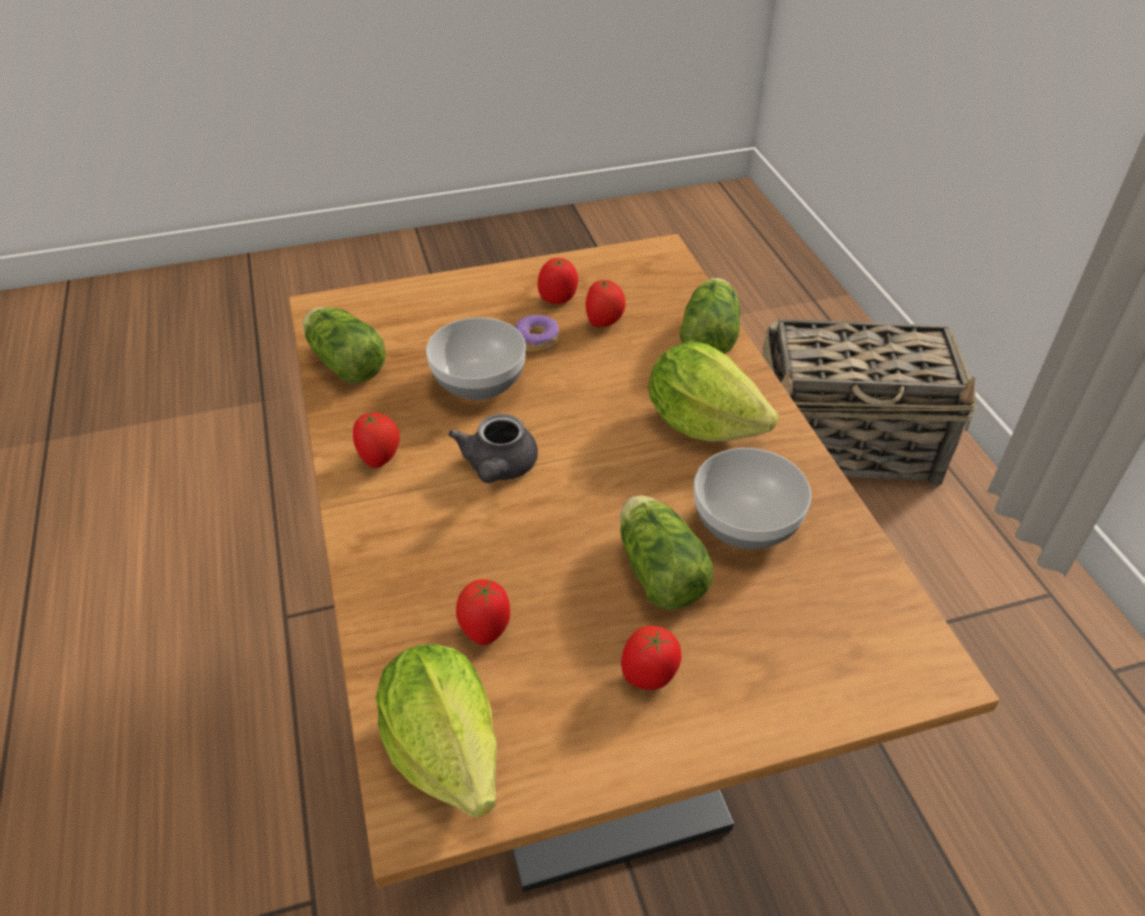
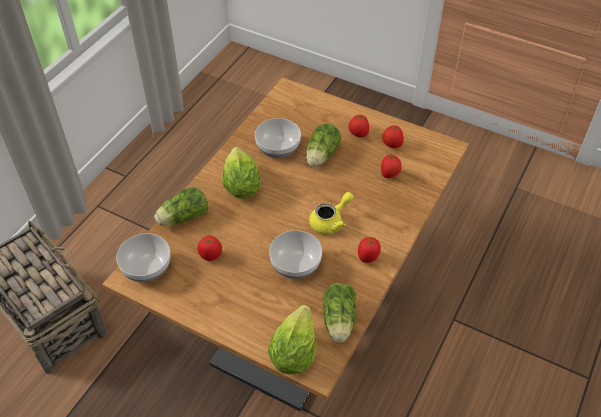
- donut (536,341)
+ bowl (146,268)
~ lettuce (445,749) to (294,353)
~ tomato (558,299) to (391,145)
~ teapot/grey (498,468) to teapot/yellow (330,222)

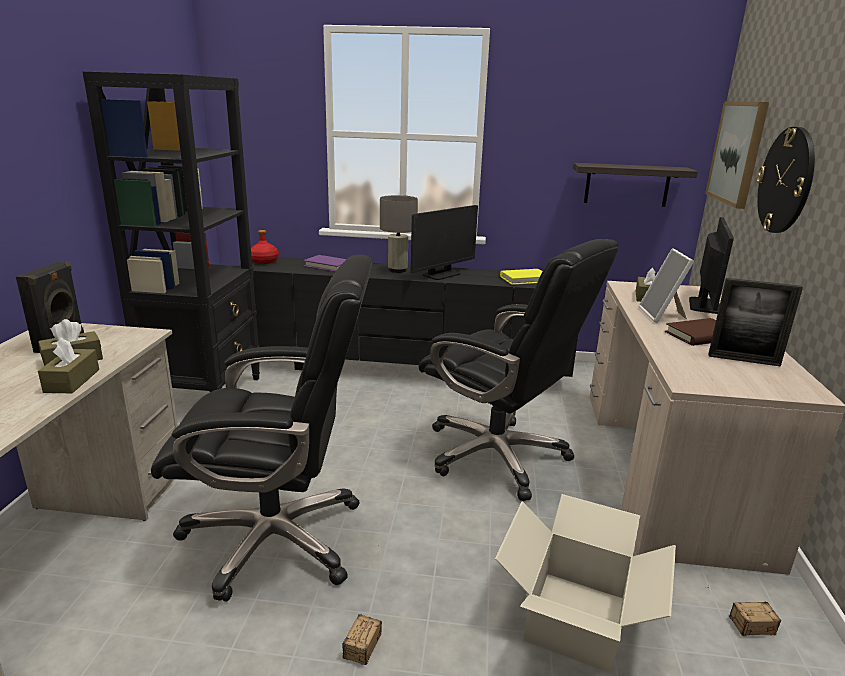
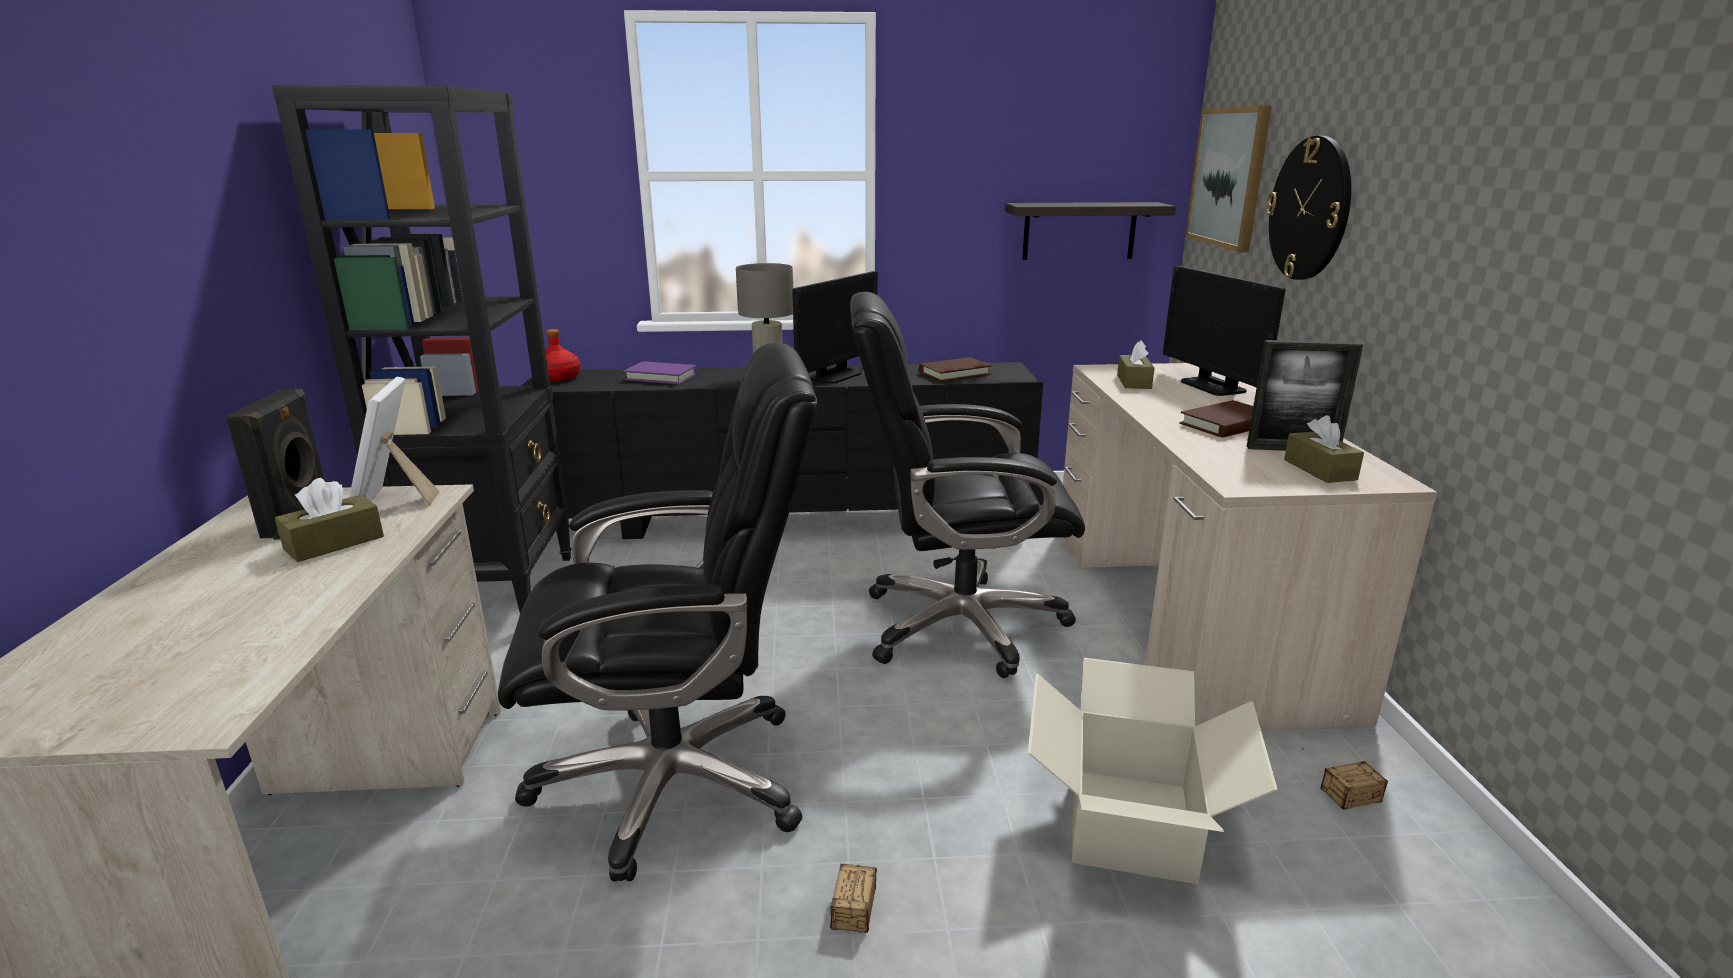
~ tissue box/brown (72,381) to (1319,469)
~ picture frame (662,315) to (394,502)
~ book/yellow (524,279) to book/brown (954,373)
~ office chair/black (497,456) = (959,625) 150 degrees clockwise
~ monitor (704,305) = (1213,386) 150 degrees clockwise

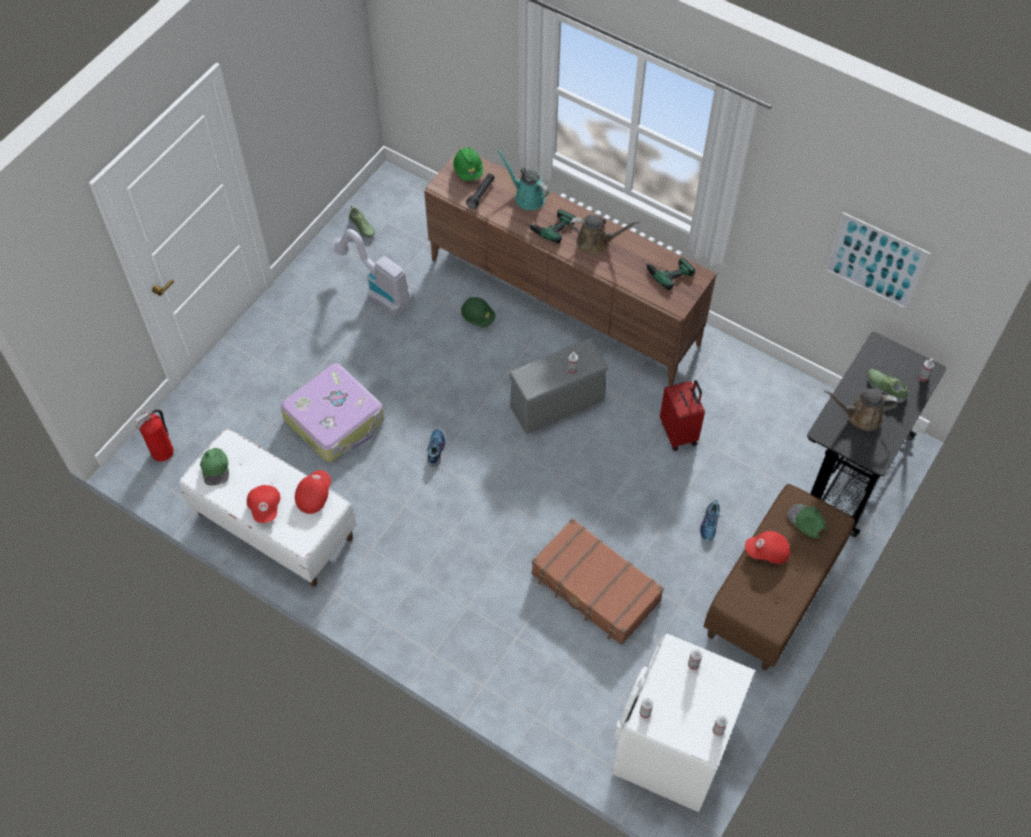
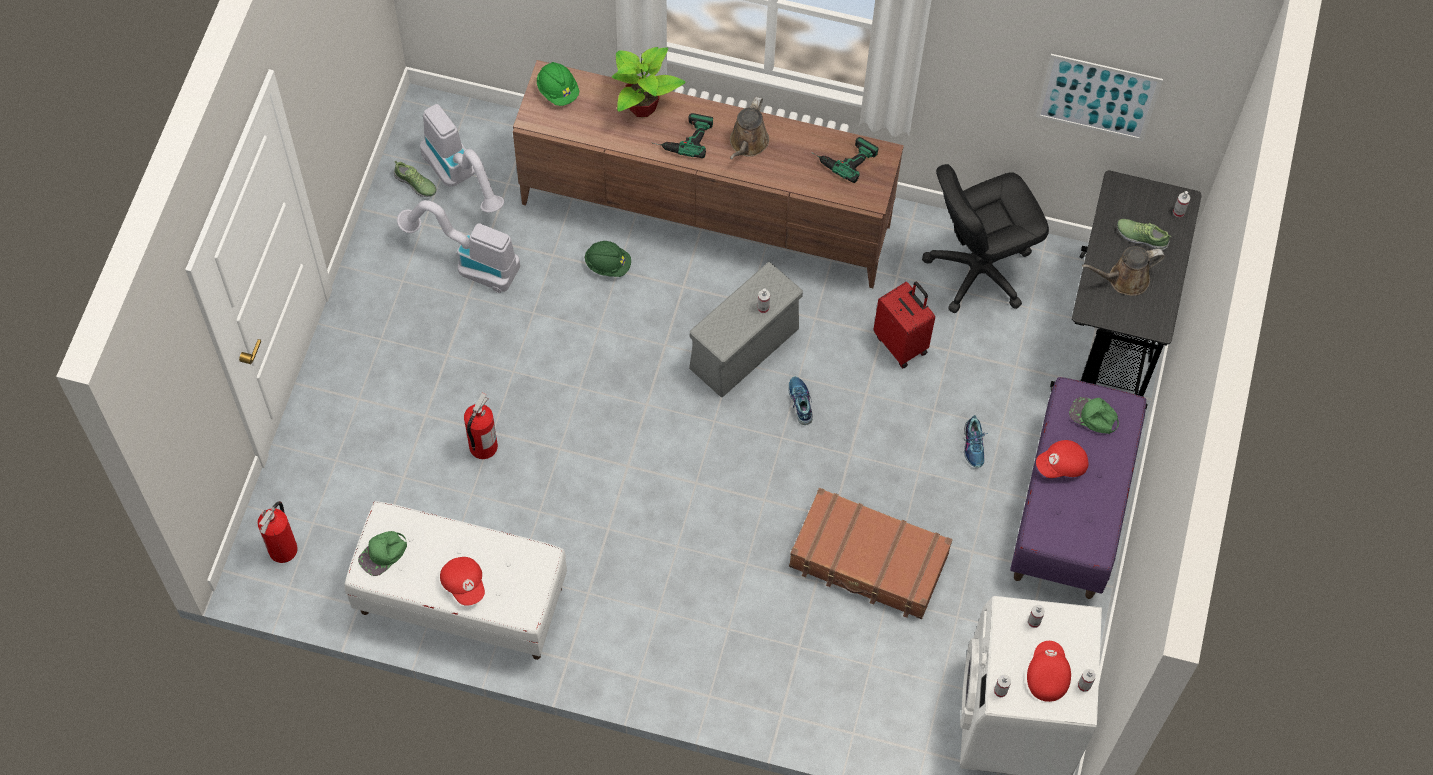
- flashlight/black (481,194)
+ vacuum cleaner (461,178)
+ office chair/black (978,269)
~ cap/red (314,495) to (1046,675)
~ shoe (435,449) to (800,402)
~ suitcase (335,420) to fire extinguisher (482,447)
~ watering can/turquoise (527,196) to potted plant (643,106)
~ bench/brown (772,594) to bench/purple (1071,508)
~ cap/green (215,467) = (383,554) 75 degrees clockwise
~ watering can/brown (596,242) = (747,144) 120 degrees clockwise

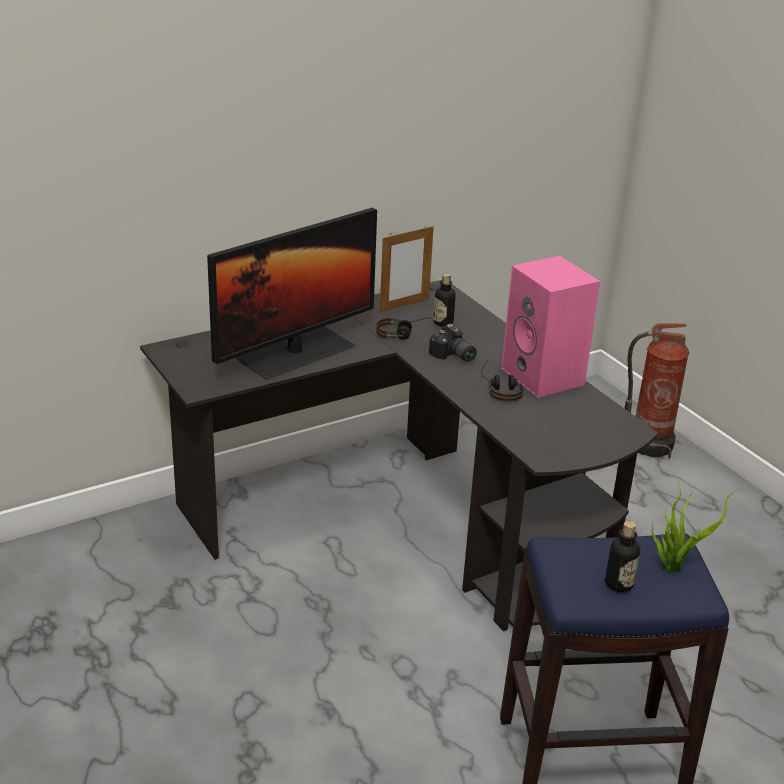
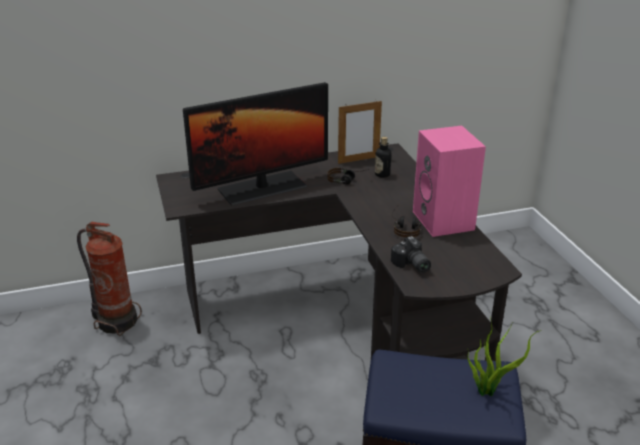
- bottle (618,584)
~ photo camera (453,356) to (411,265)
~ fire extinguisher (647,444) to (116,321)

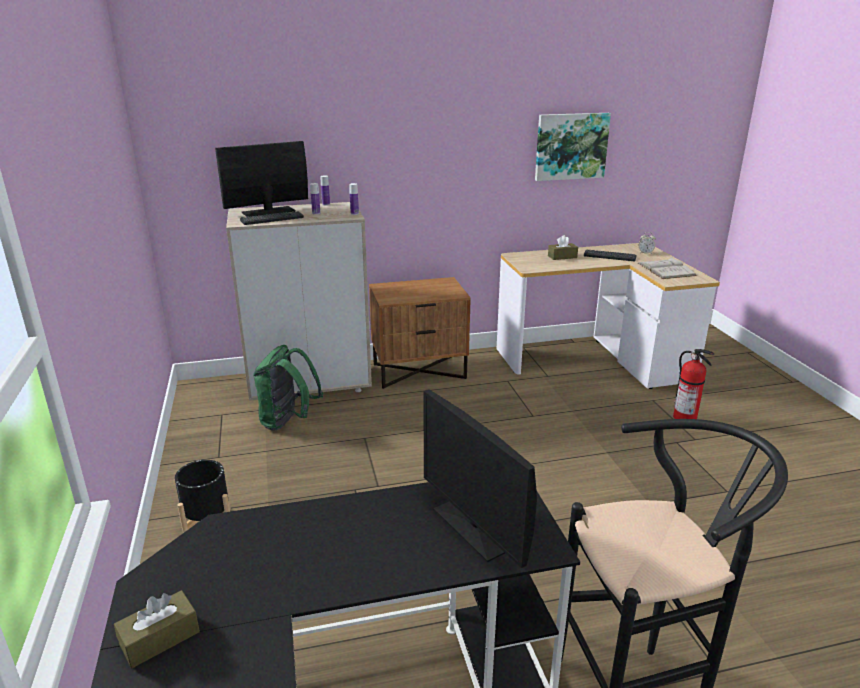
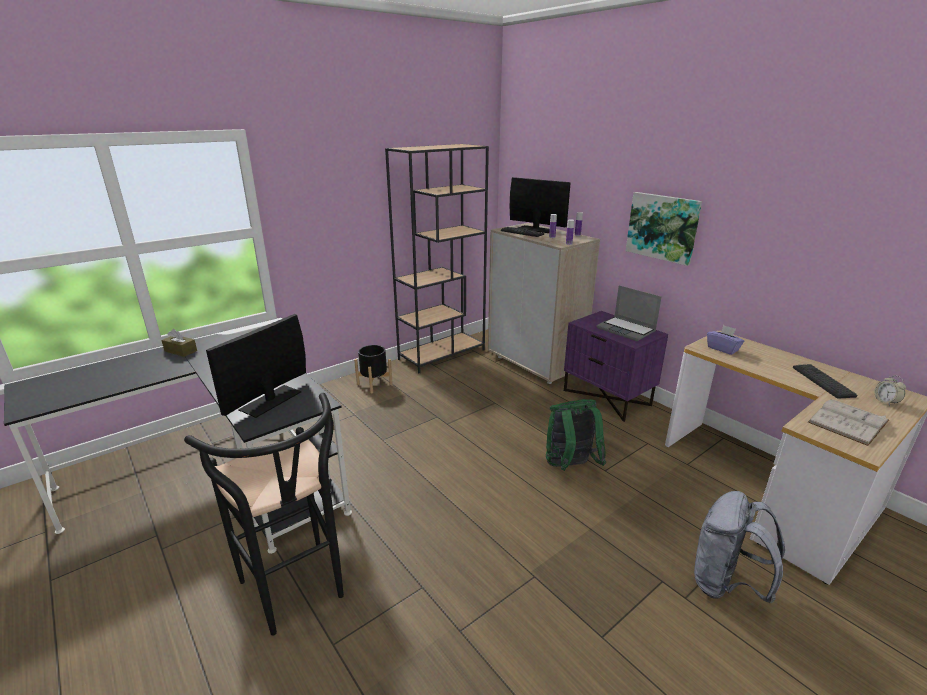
- tissue box/brown (562,257)
+ bookcase (442,354)
+ laptop (626,330)
+ tissue box/purple (722,349)
~ backpack/green (288,422) to (570,466)
~ picture (571,146) to (662,227)
~ fire extinguisher (685,418) to backpack/grey (725,584)
~ nightstand/brown (419,371) to nightstand/purple (607,397)

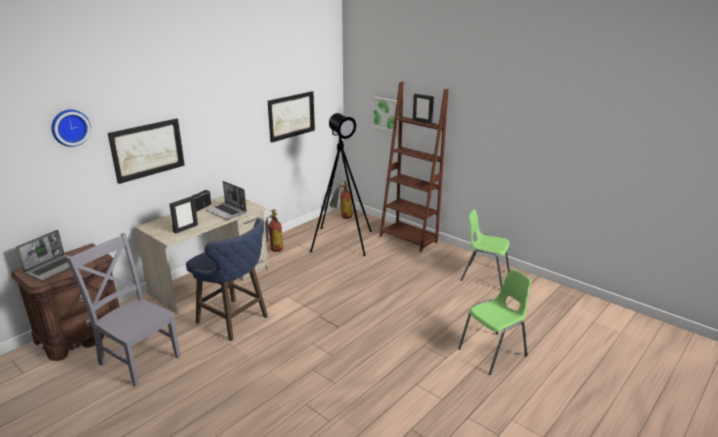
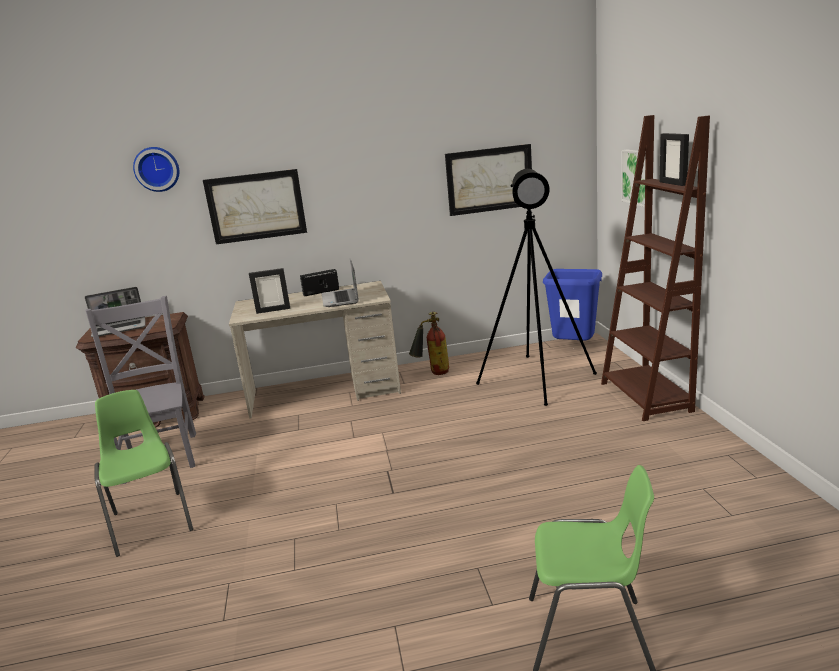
- stool/blue (234,321)
~ chair/green (484,277) to (151,521)
~ fire extinguisher (342,217) to trash can/blue (574,348)

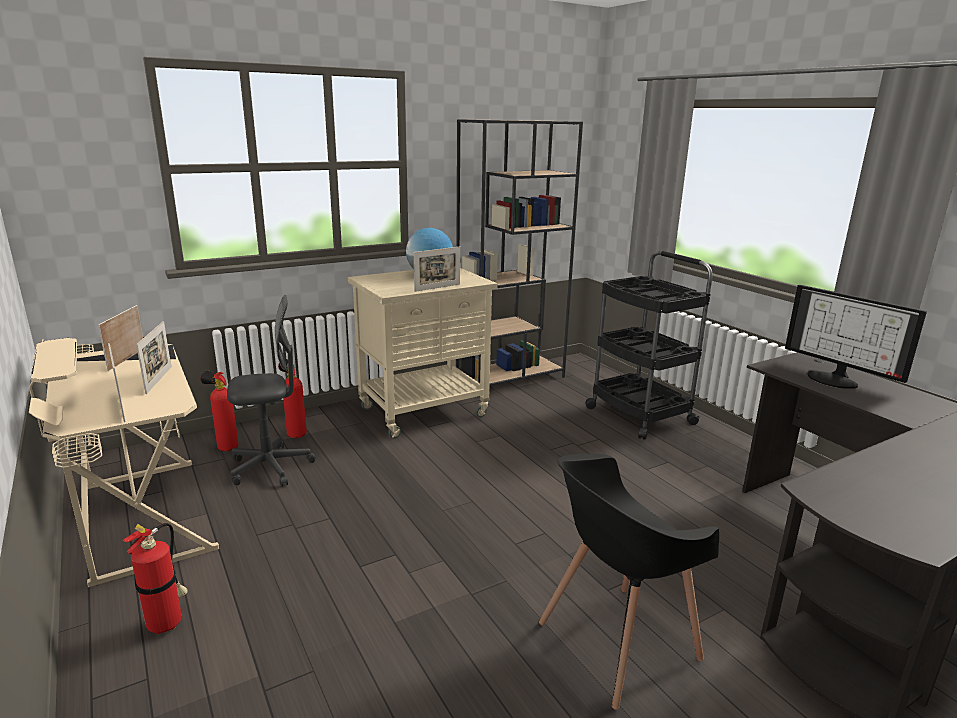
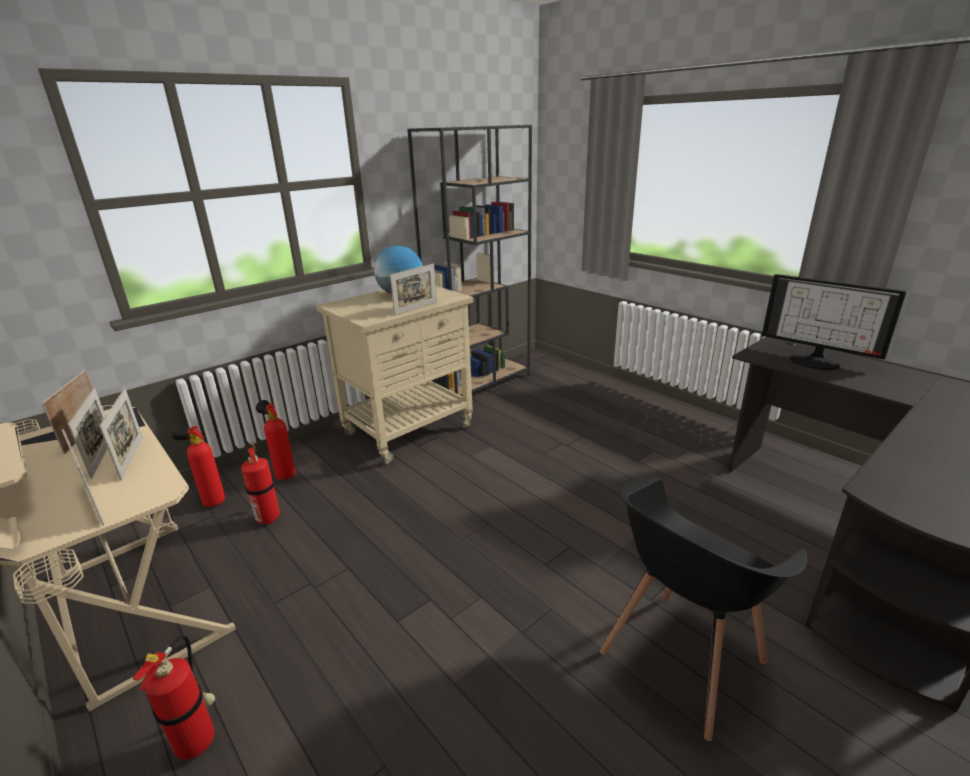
- cart/black (639,415)
+ picture frame (102,456)
~ office chair/grey (271,467) to fire extinguisher (268,518)

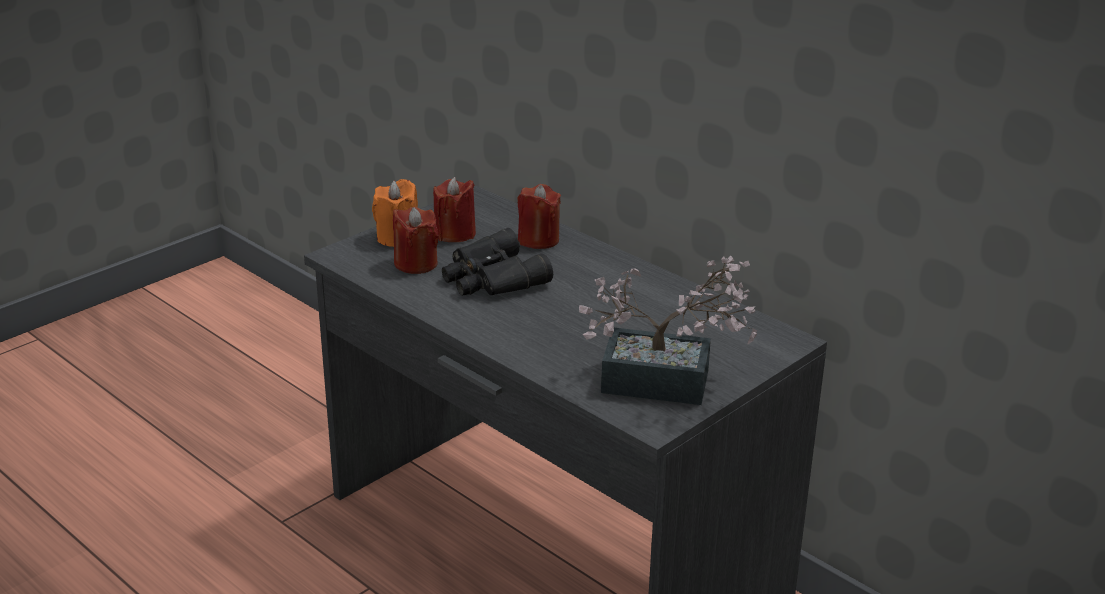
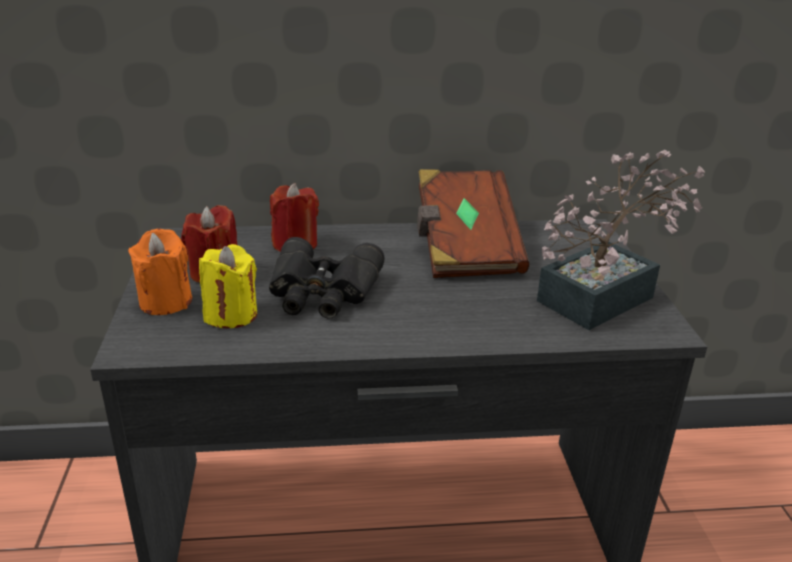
+ book/brown (464,248)
~ candle/red (415,264) to candle/yellow (231,315)

